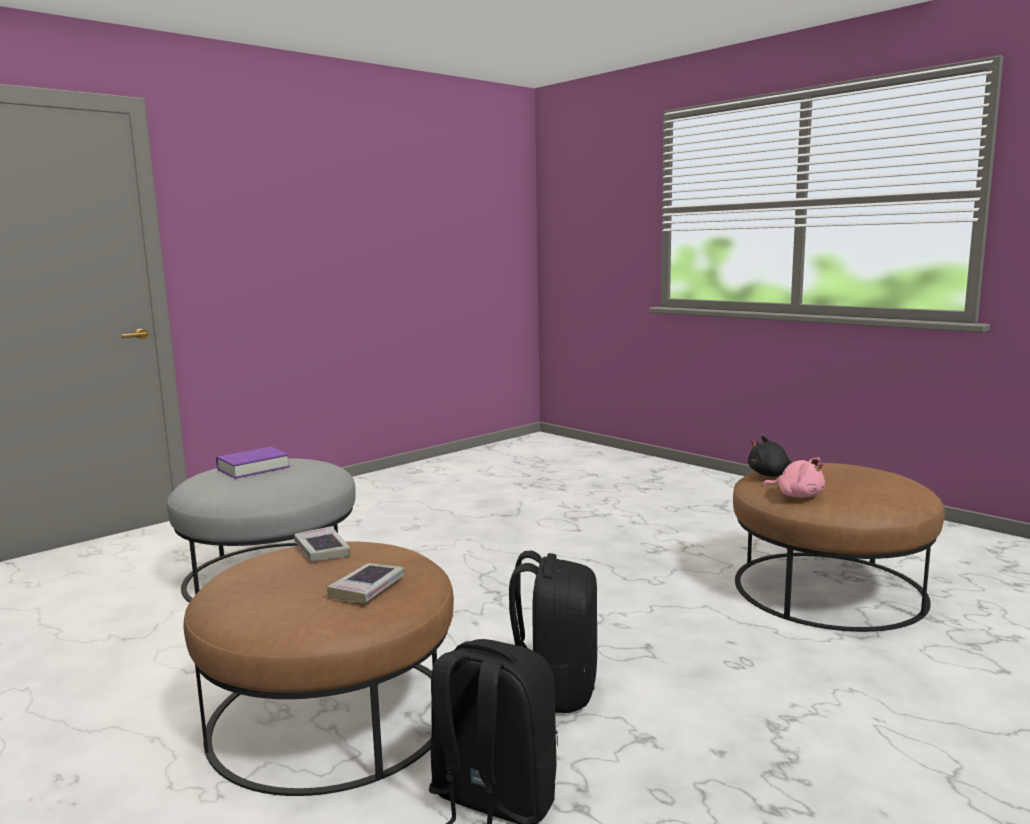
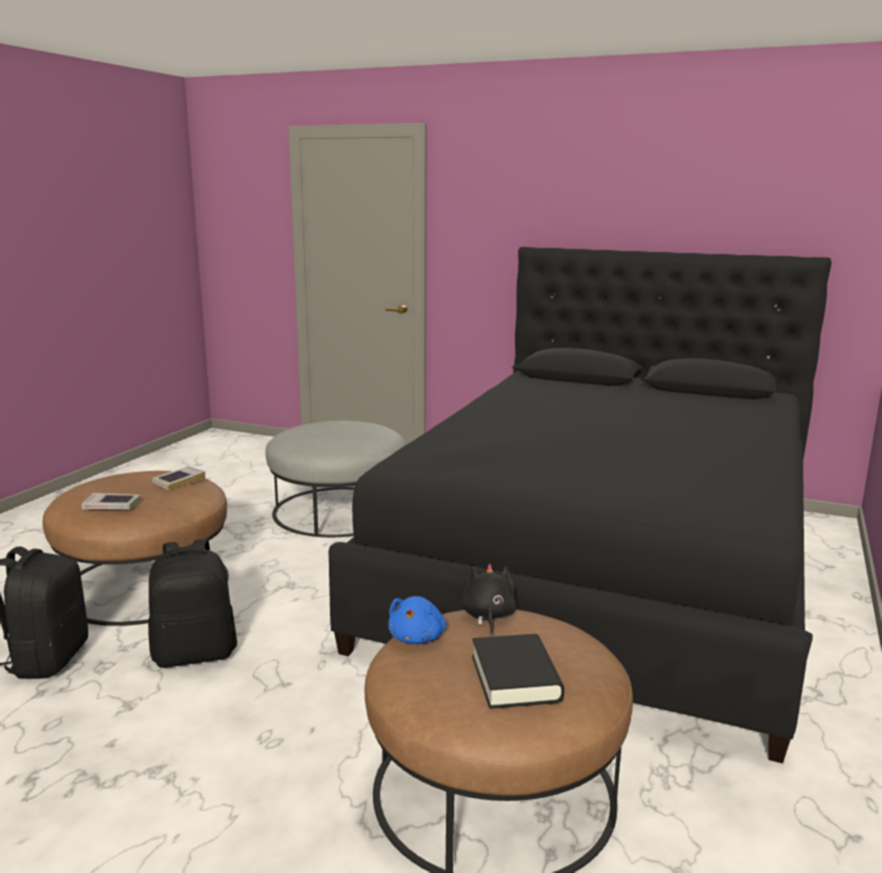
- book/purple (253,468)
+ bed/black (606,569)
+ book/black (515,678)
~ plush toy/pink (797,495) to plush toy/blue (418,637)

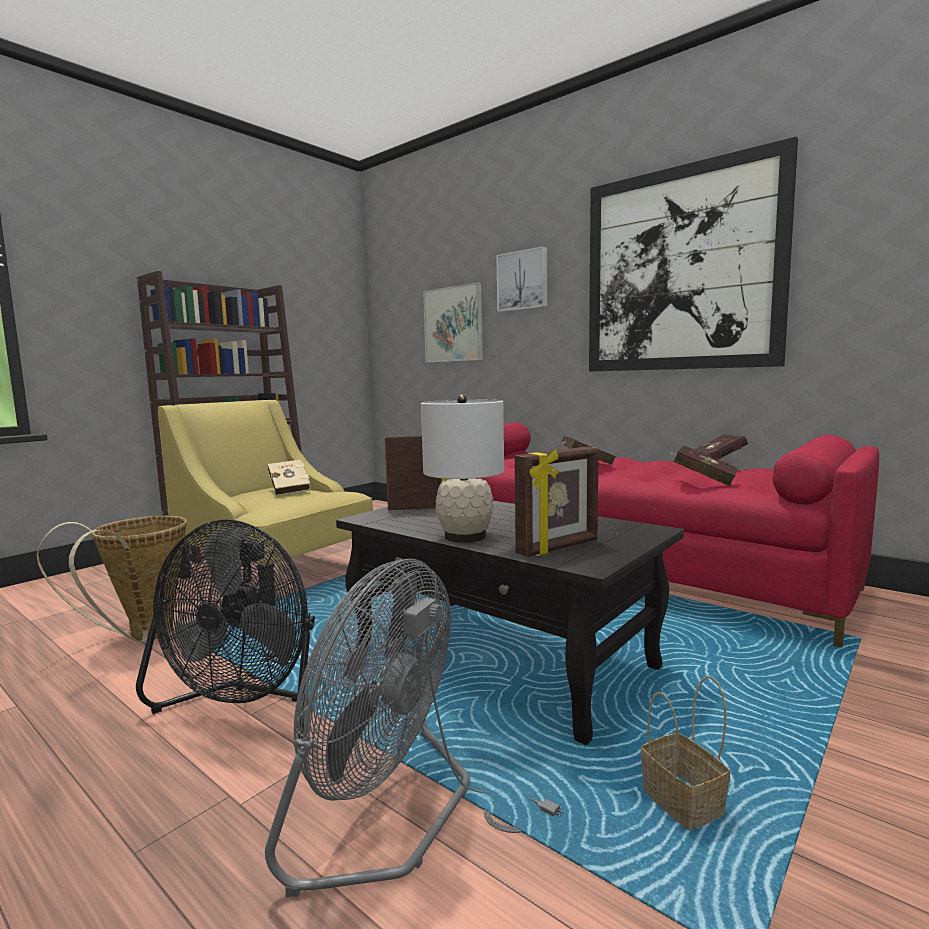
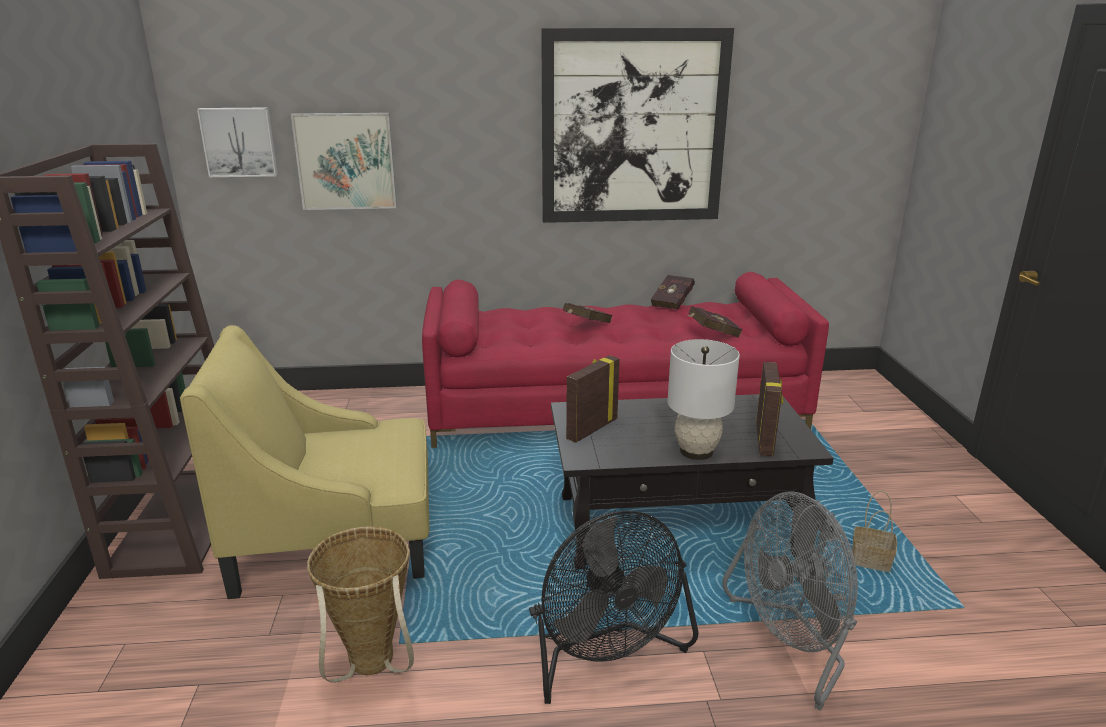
- book/beige (290,490)
~ picture (523,280) to (239,142)

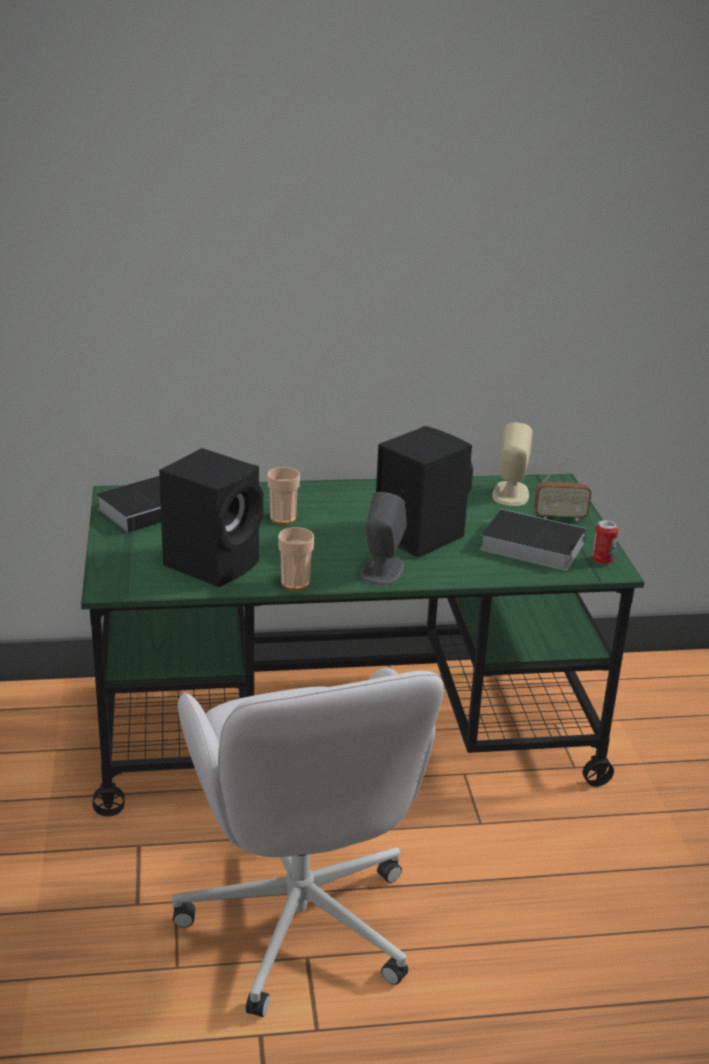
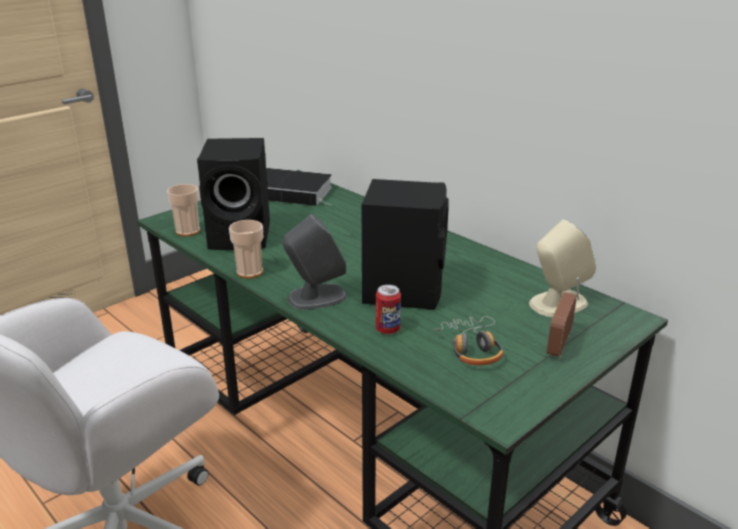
~ cup (283,518) to (188,231)
~ can (602,560) to (387,329)
~ book (528,545) to headphones (471,348)
~ radio (560,517) = (559,345) 60 degrees clockwise

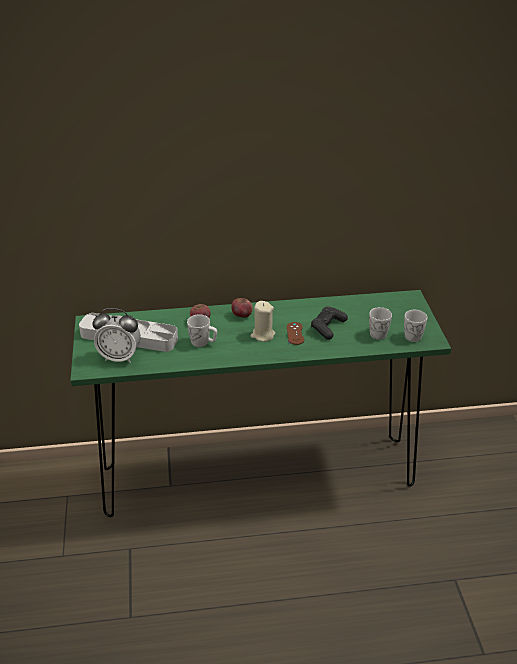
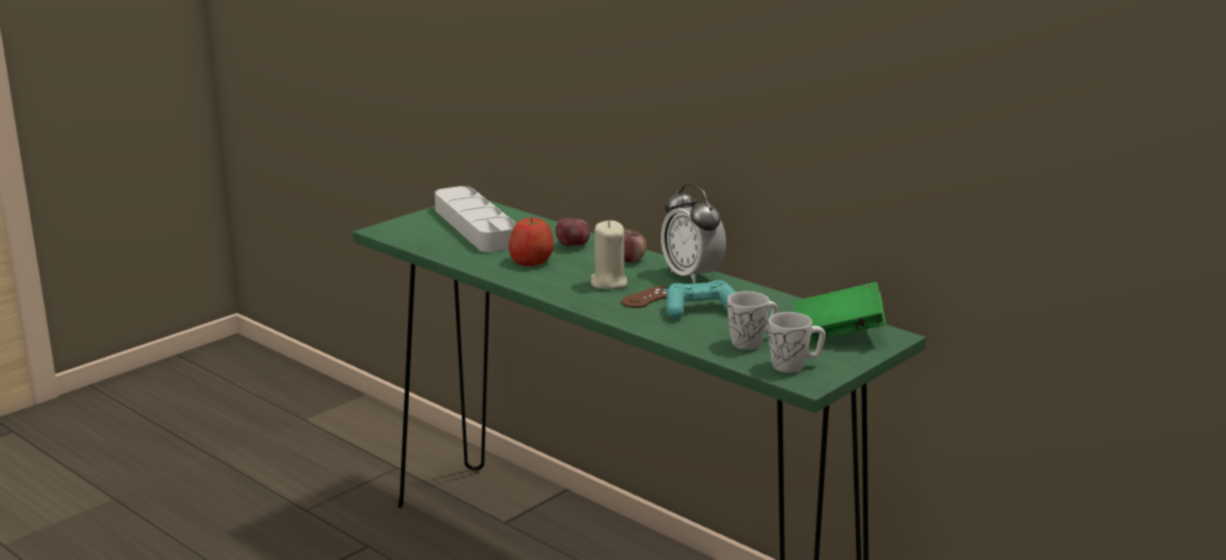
+ book/green (837,334)
~ alarm clock (119,357) to (692,276)
~ mug/white (203,343) to apple (531,261)
~ game controller/black (328,327) to game controller/turquoise (701,310)

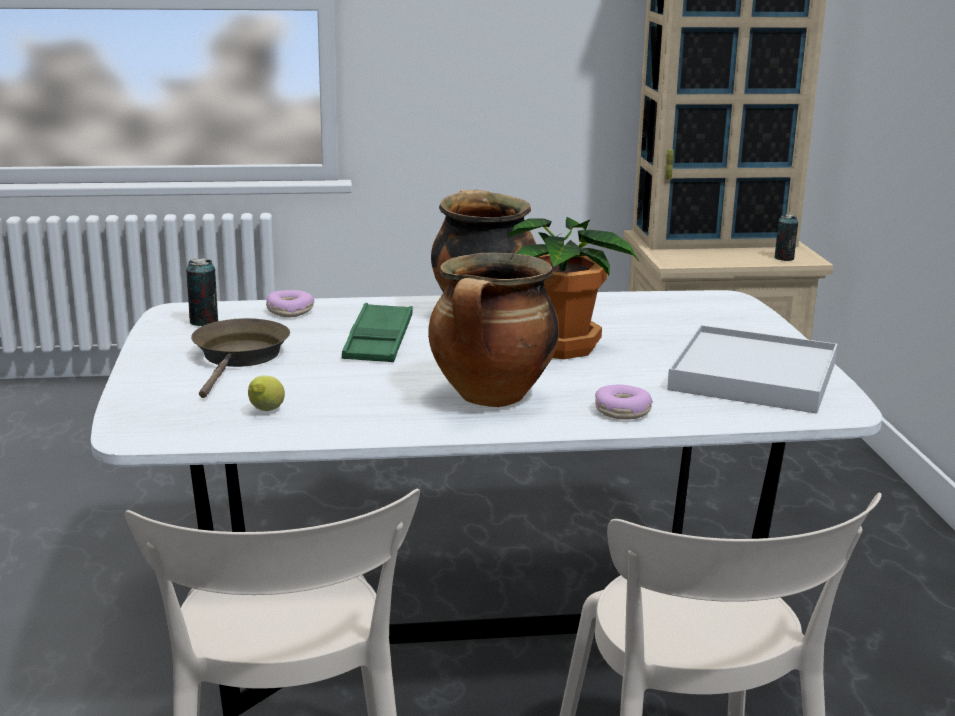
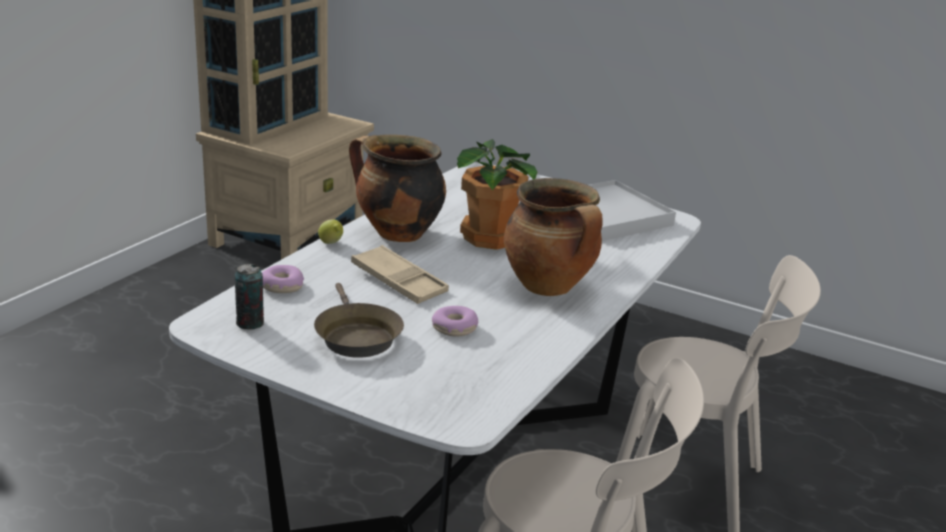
- can (784,258)
~ lemon (266,411) to (331,244)
~ donut (622,412) to (454,328)
~ tray/green (378,342) to tray/beige (399,281)
~ frying pan/brown (240,357) = (356,336) 150 degrees counterclockwise

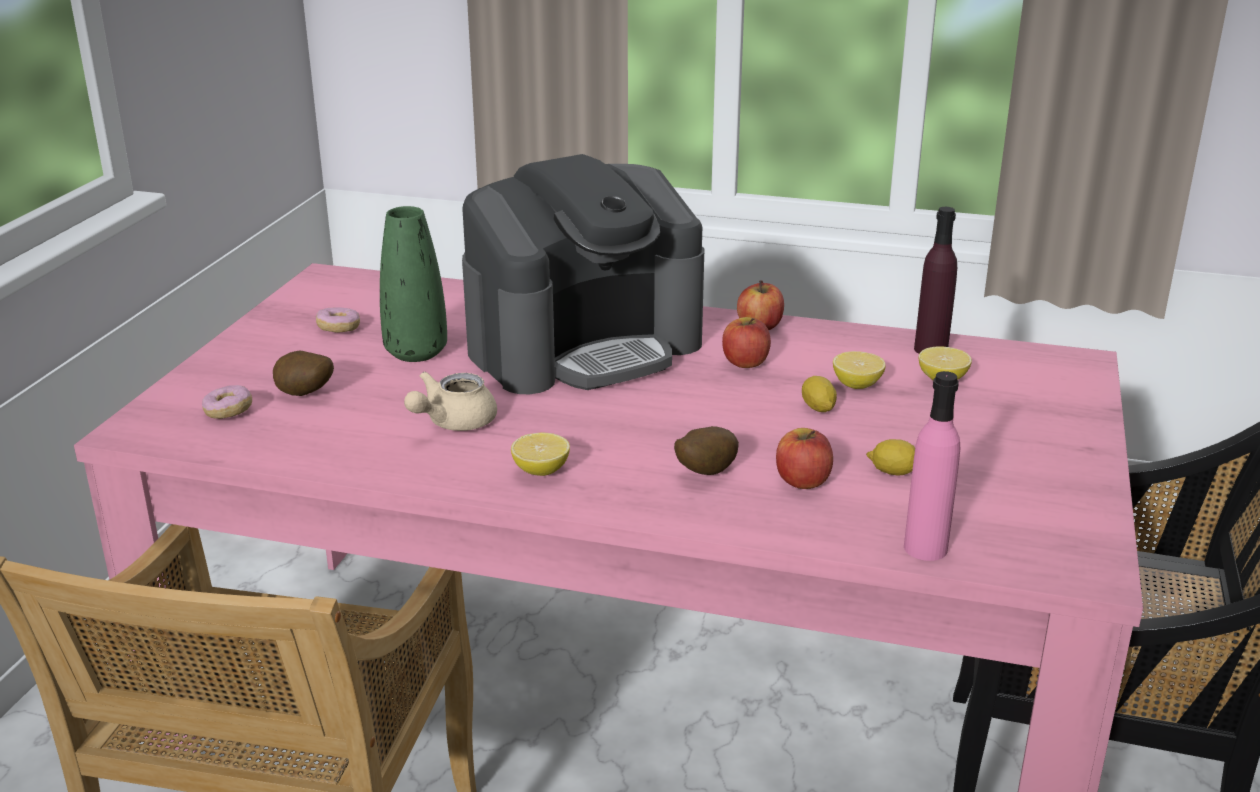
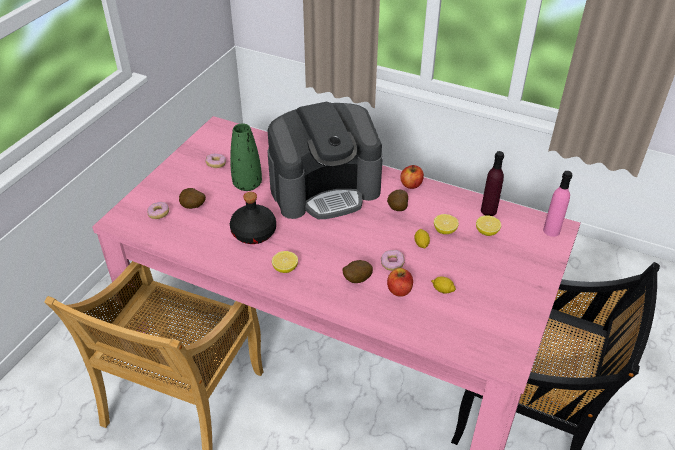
+ donut (392,264)
~ bottle/pink (925,548) to (551,231)
~ teapot/beige (453,423) to bottle/black (254,233)
~ apple (745,362) to potato (397,209)

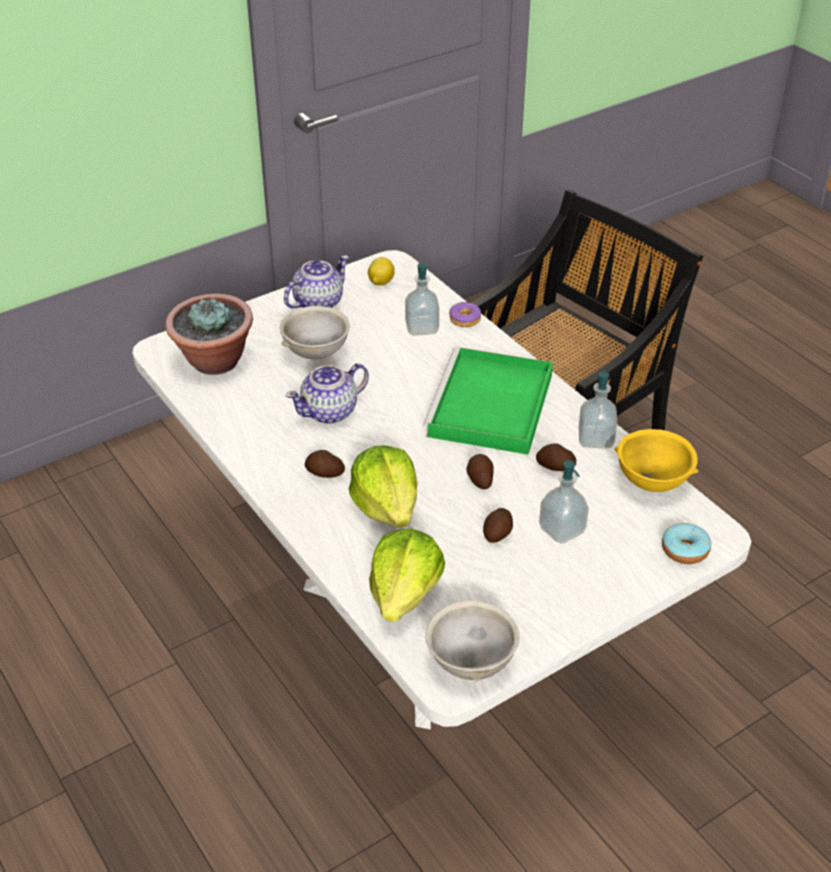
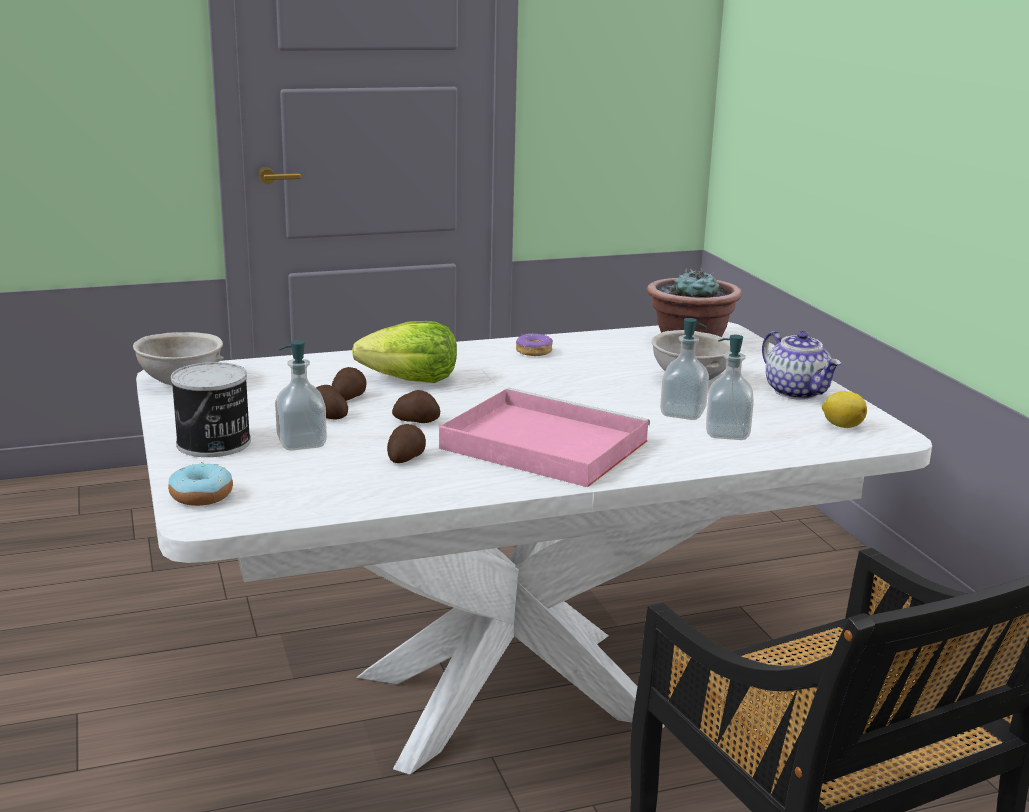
- teapot (330,411)
- lettuce (405,594)
- bowl/yellow (652,481)
+ can (214,443)
~ potato (324,473) to (348,397)
~ donut (465,319) to (533,351)
~ soap dispenser (595,439) to (682,413)
~ tray/green (491,407) to tray/pink (540,444)

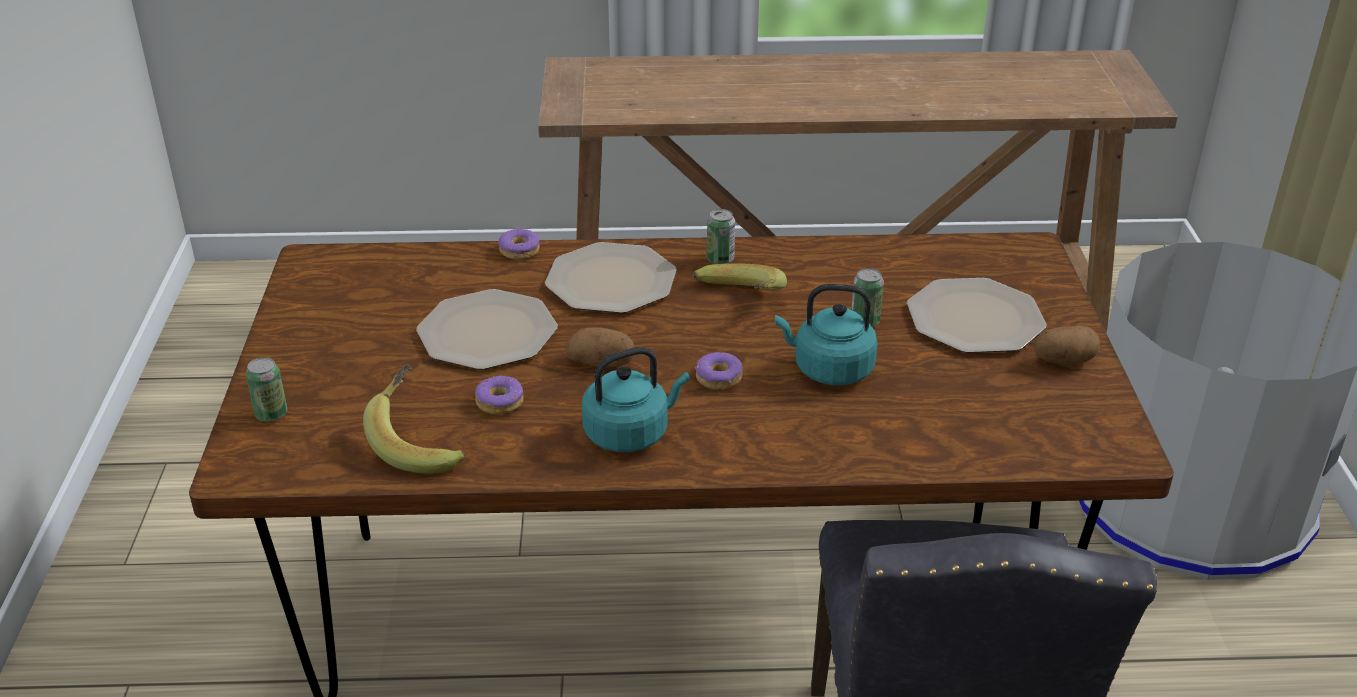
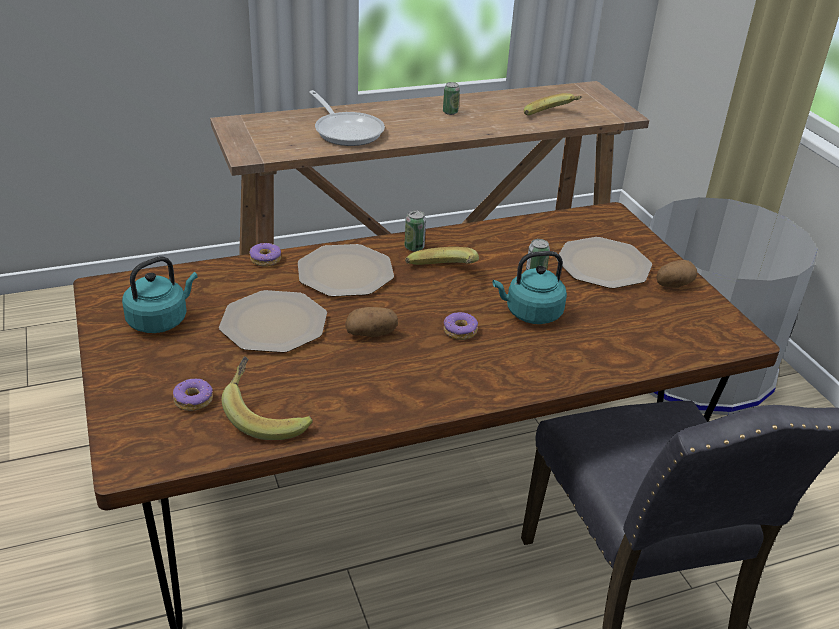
+ frying pan (346,131)
+ banana (552,117)
~ can (271,414) to (450,112)
~ donut (500,402) to (193,400)
~ kettle/turquoise (630,433) to (160,320)

